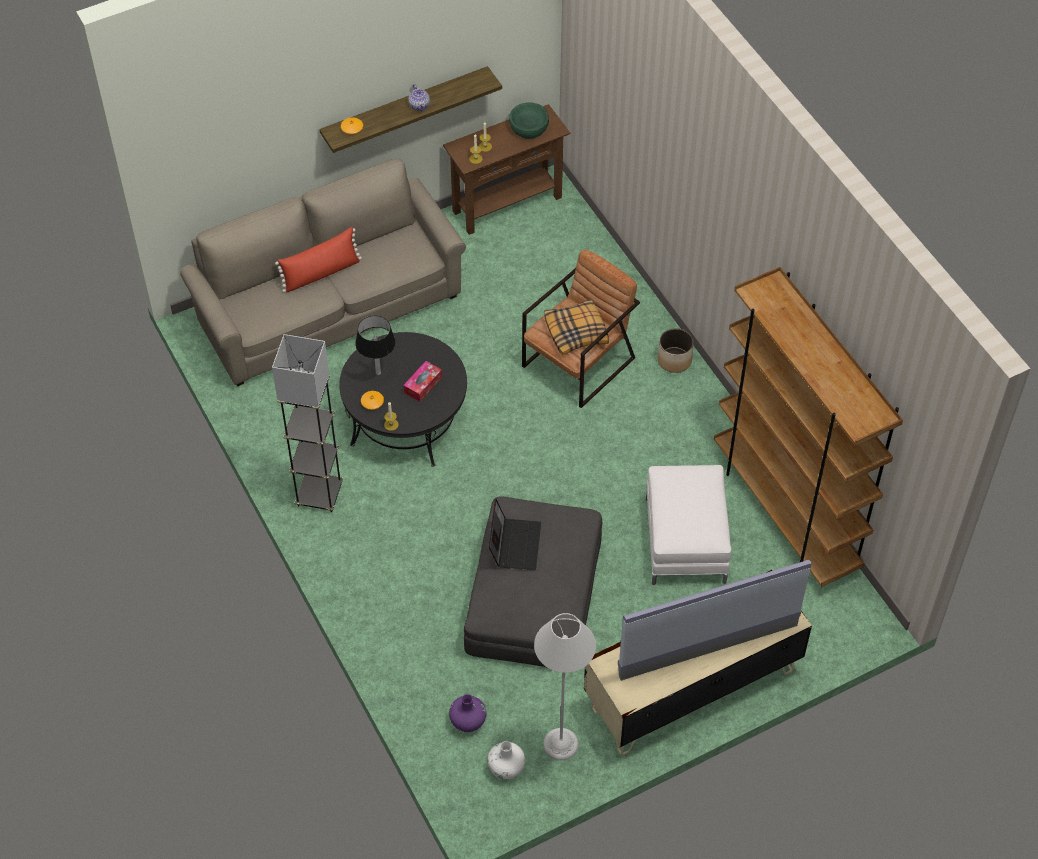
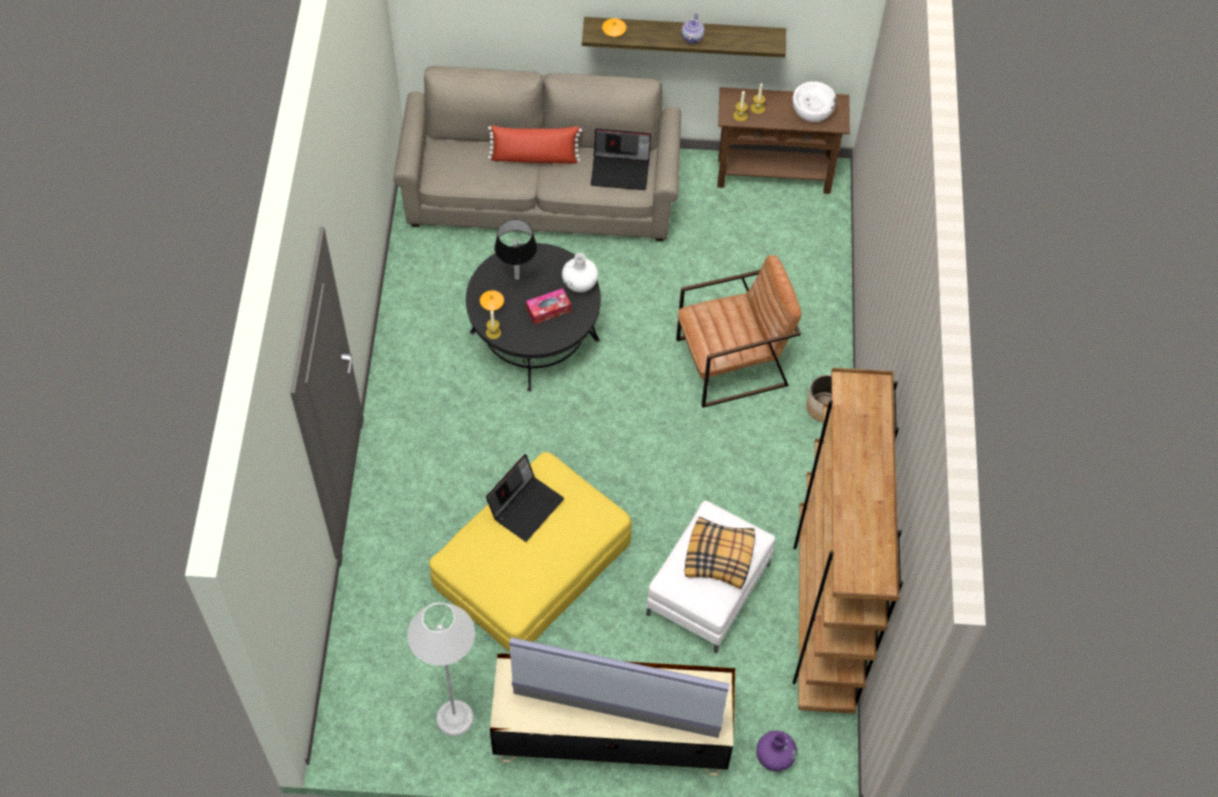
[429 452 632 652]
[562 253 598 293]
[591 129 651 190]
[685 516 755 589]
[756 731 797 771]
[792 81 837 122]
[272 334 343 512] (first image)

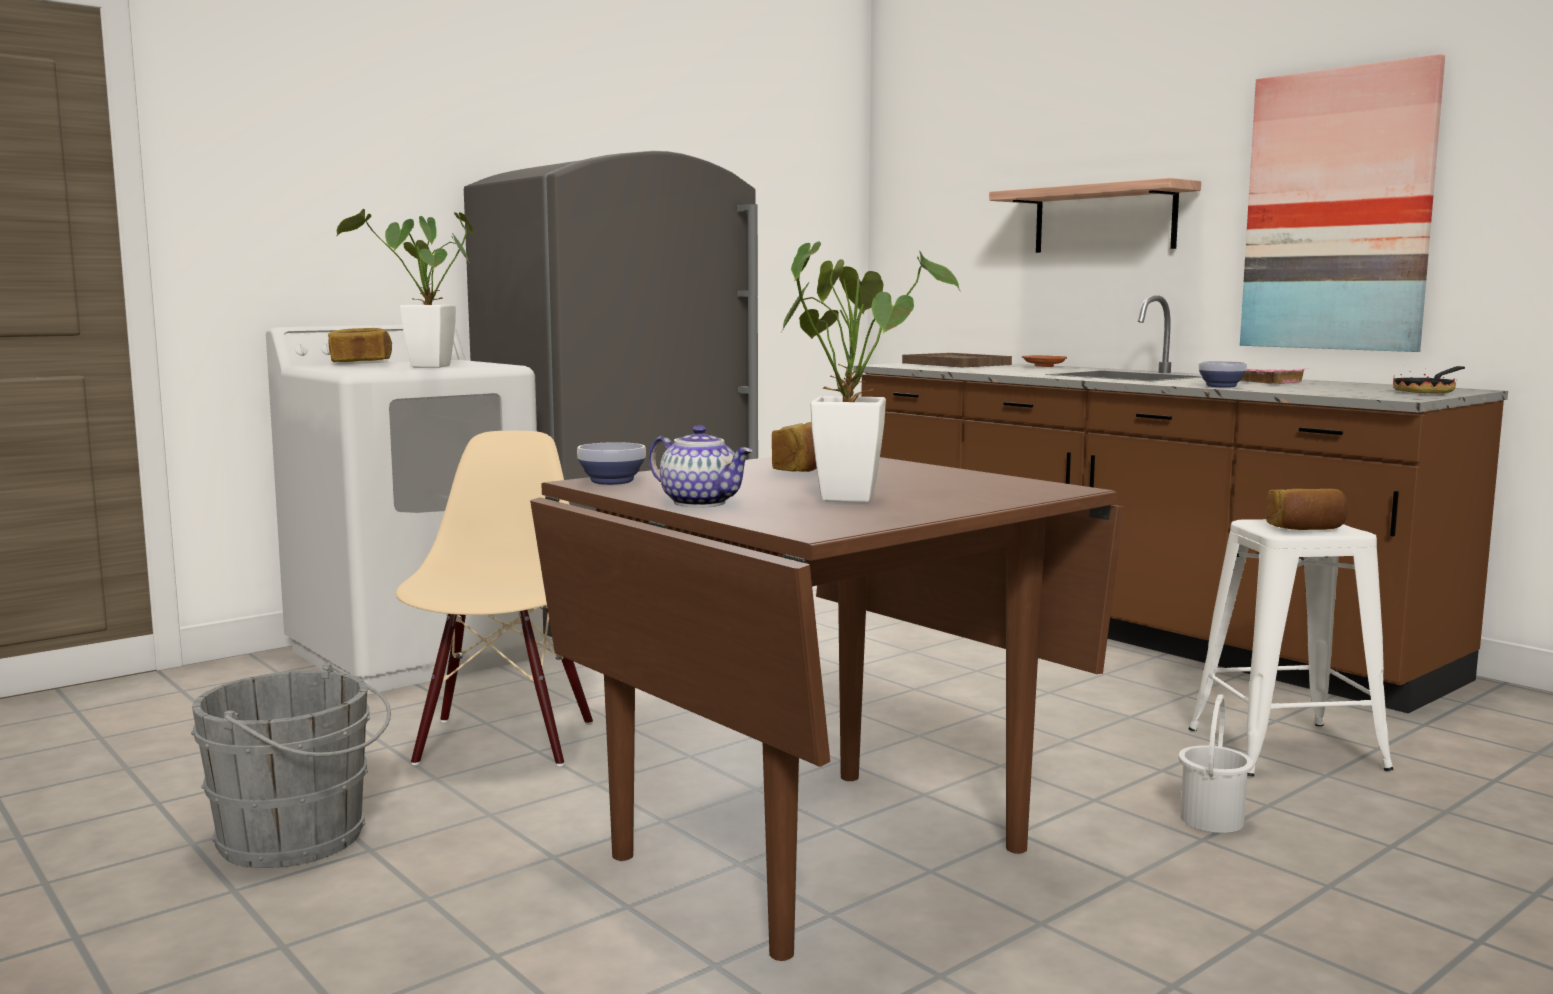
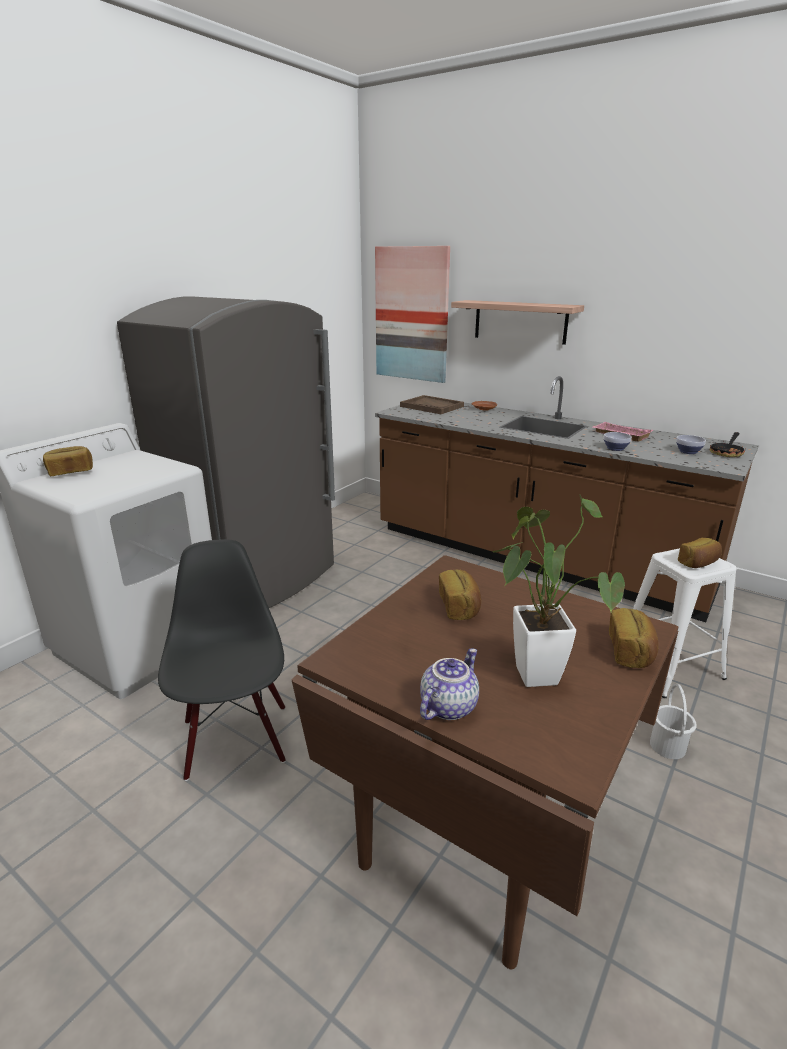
[158 539 286 781]
[375 246 450 383]
[420 648 479 720]
[609 608 658 668]
[676 435 706 454]
[191 663 391 868] (first image)
[336 209 473 368] (first image)

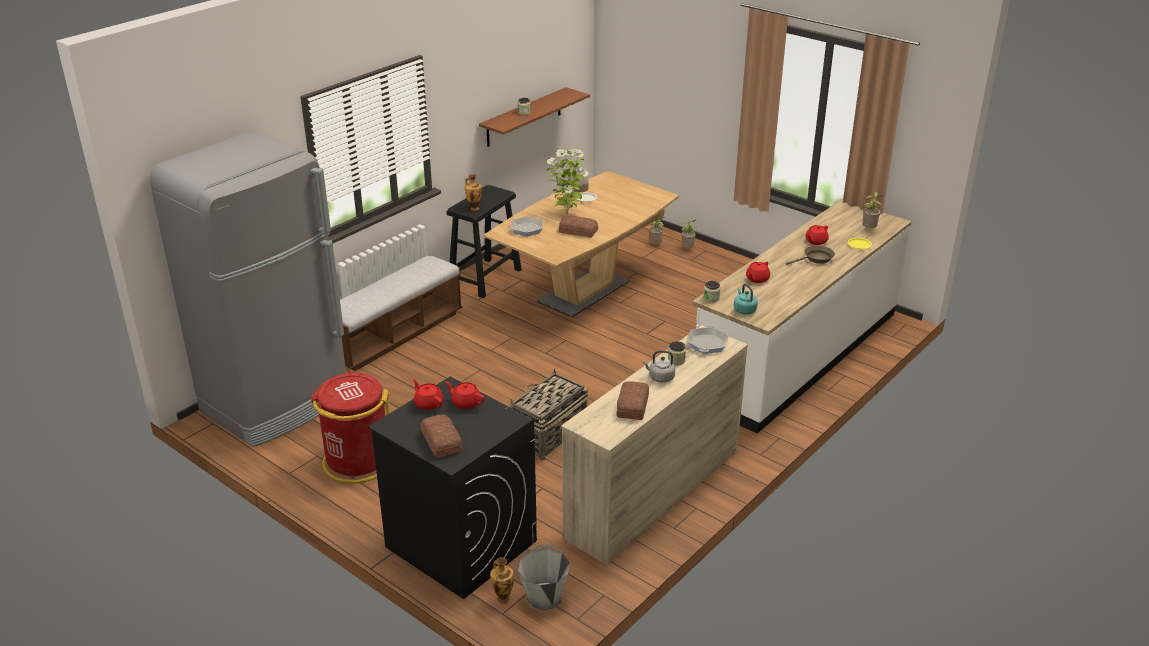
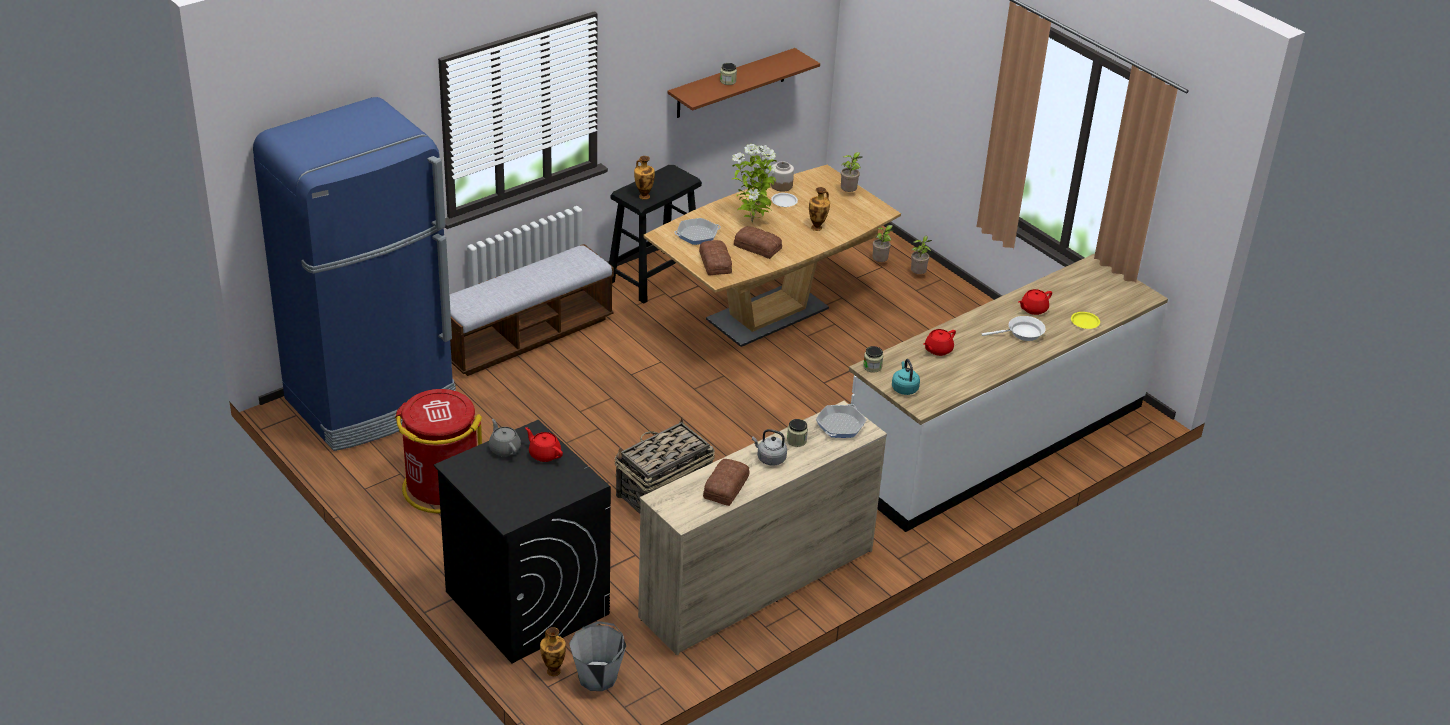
[253 97 456 451]
[489 419 521 456]
[699 240 732 275]
[809 187 830 231]
[841 152 862 192]
[982 316 1046 341]

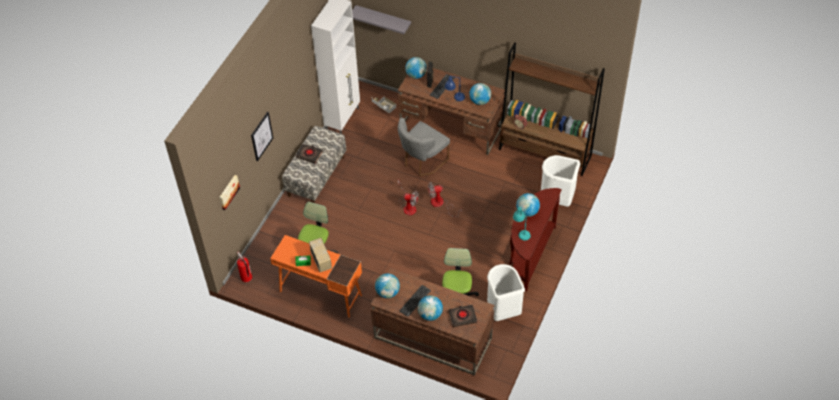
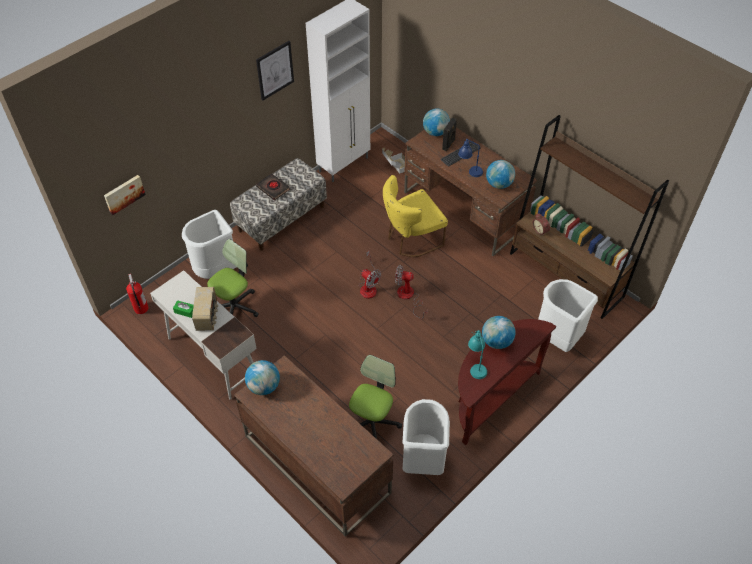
[150 270 257 400]
[182 210 236 279]
[256 41 294 101]
[383 175 448 257]
[352 5 411 34] (first image)
[399 285 431 317] (first image)
[418 295 443 321] (first image)
[448 305 477 327] (first image)

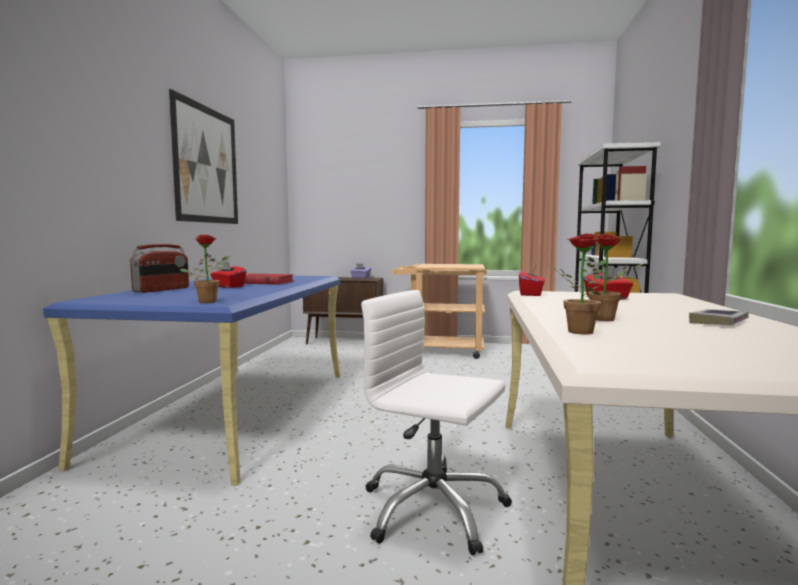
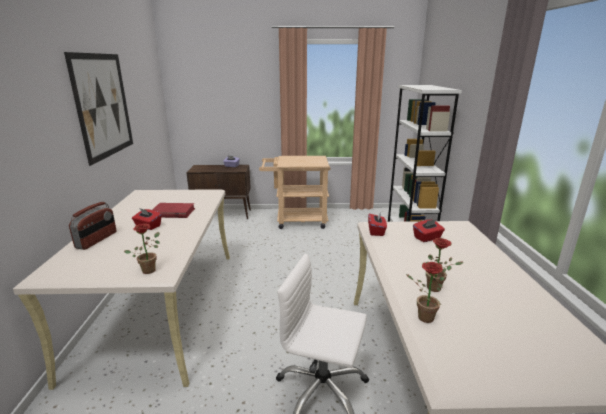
[13 189 230 390]
[689 309 749 325] (first image)

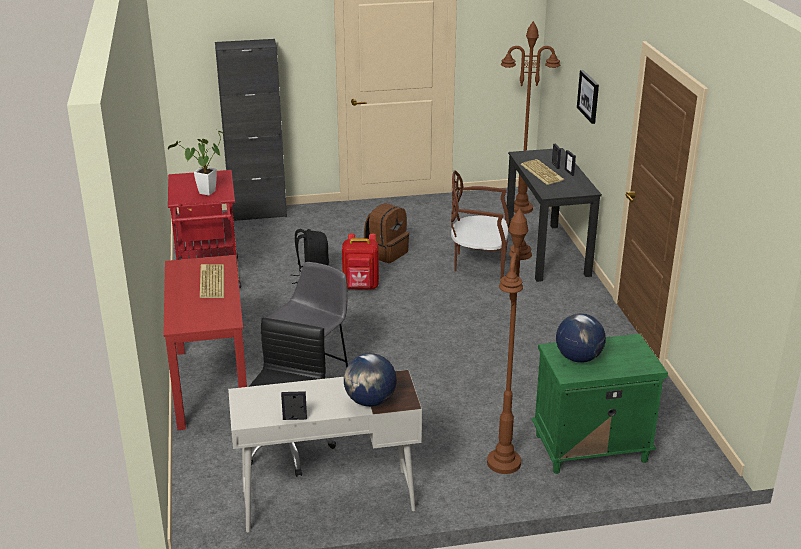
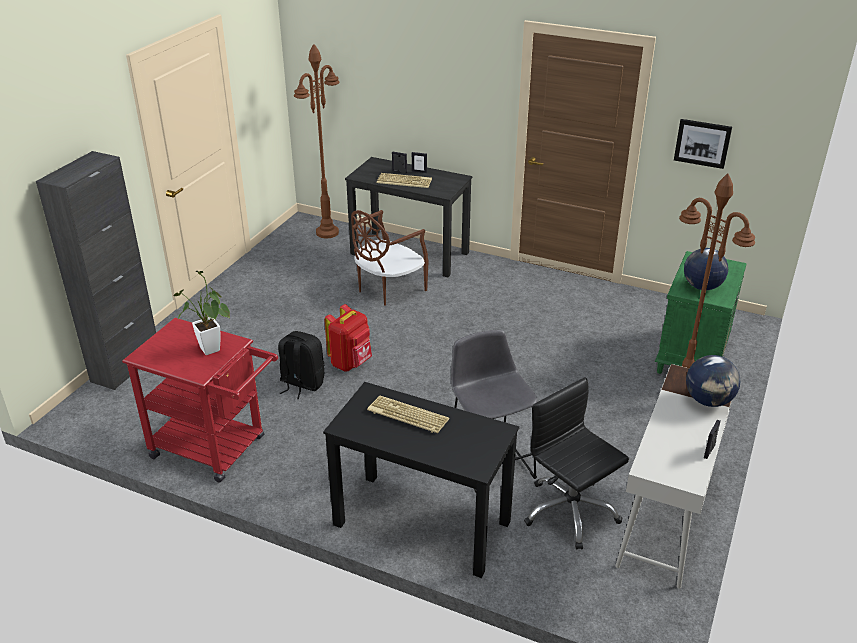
[323 382 519 578]
[674 119 732 169]
[364 203 409 263] (first image)

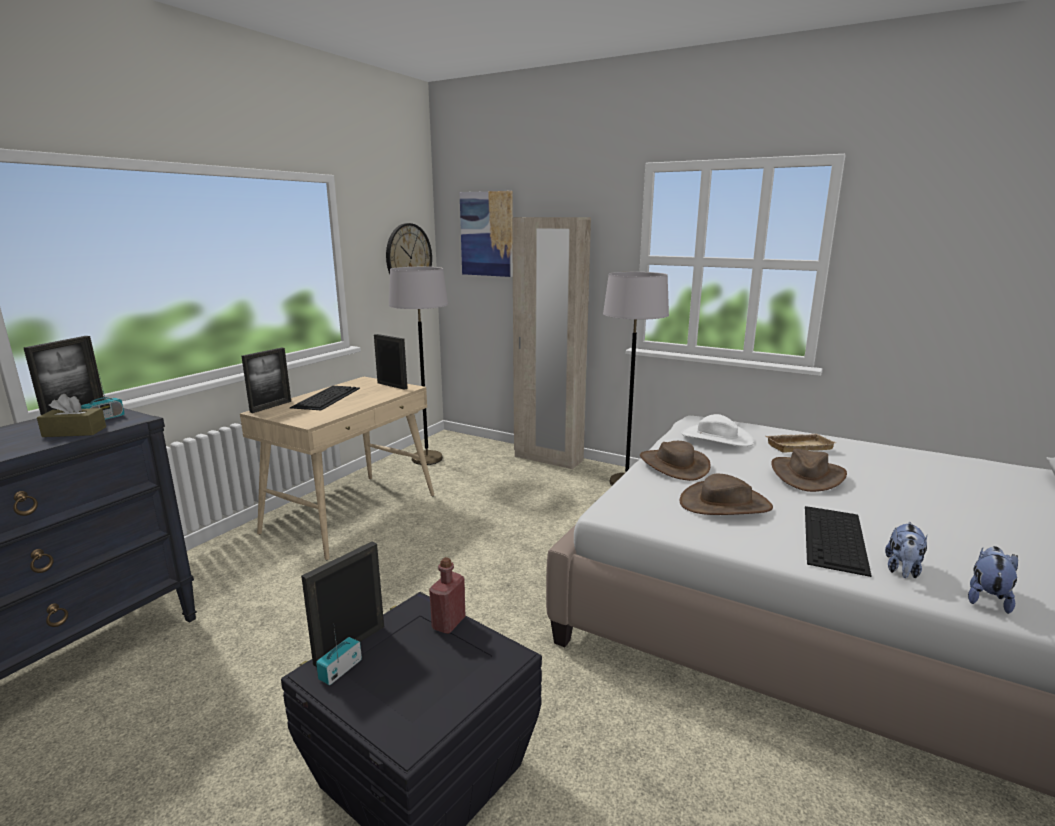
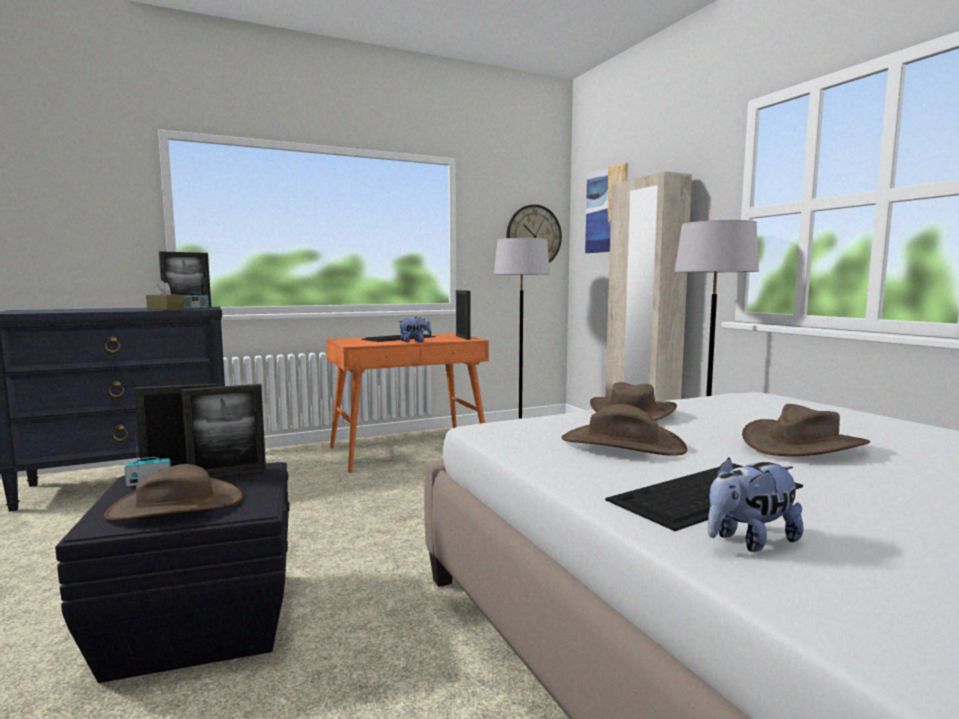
[104 464 243 521]
[181 384 266 478]
[326 334 489 473]
[398 317 432 342]
[429 557 466 634] (first image)
[681 414 754 447] (first image)
[766 434 836 453] (first image)

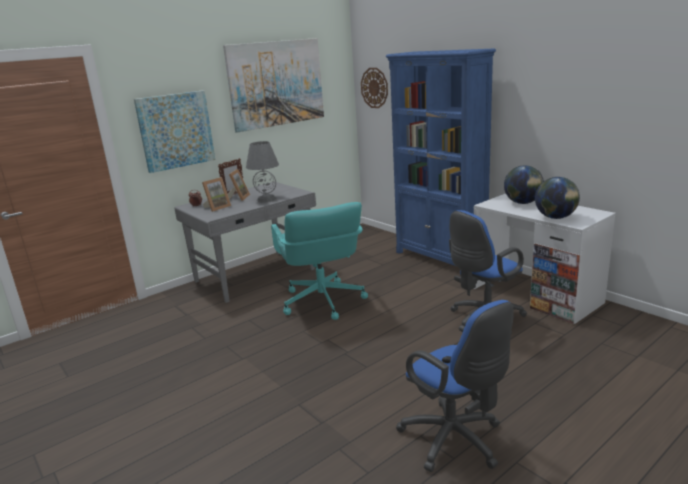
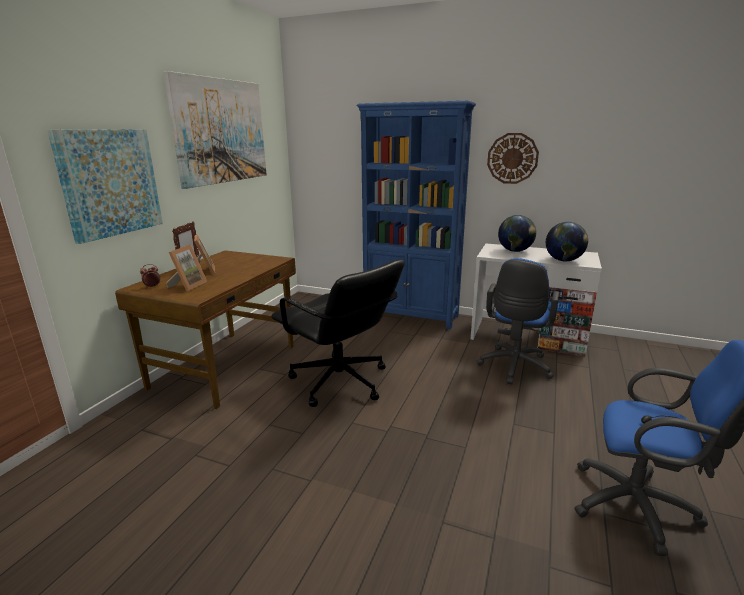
[115 250 296 409]
[271 260 404 407]
[487 133 539 184]
[246 141 279 202] (first image)

